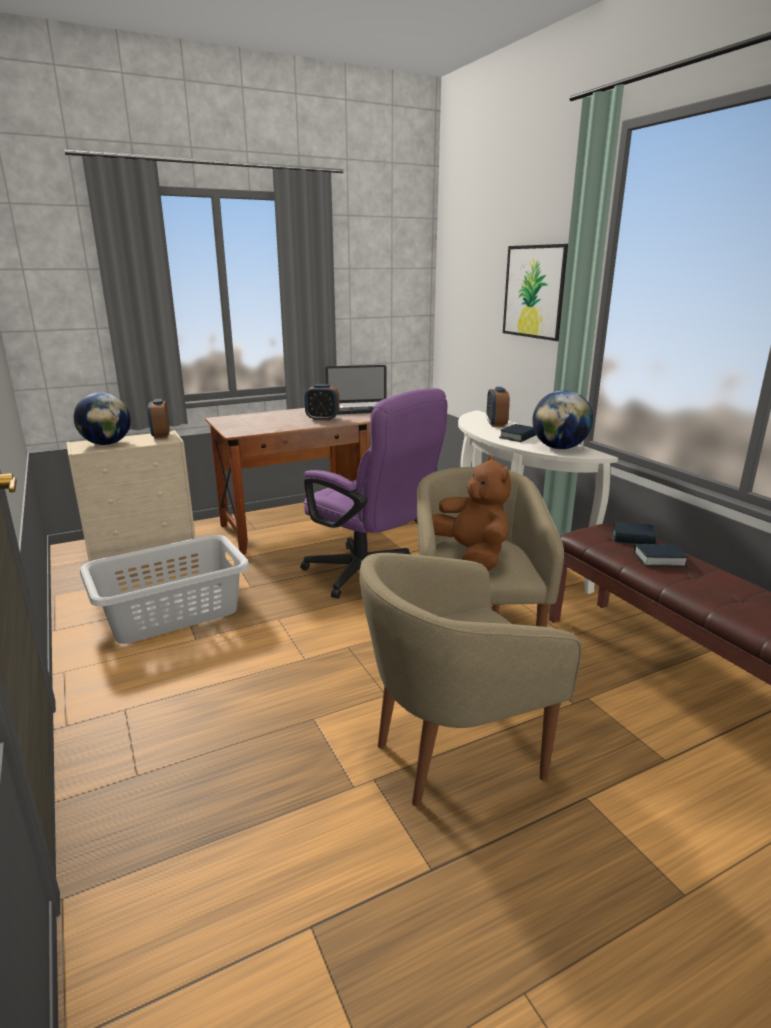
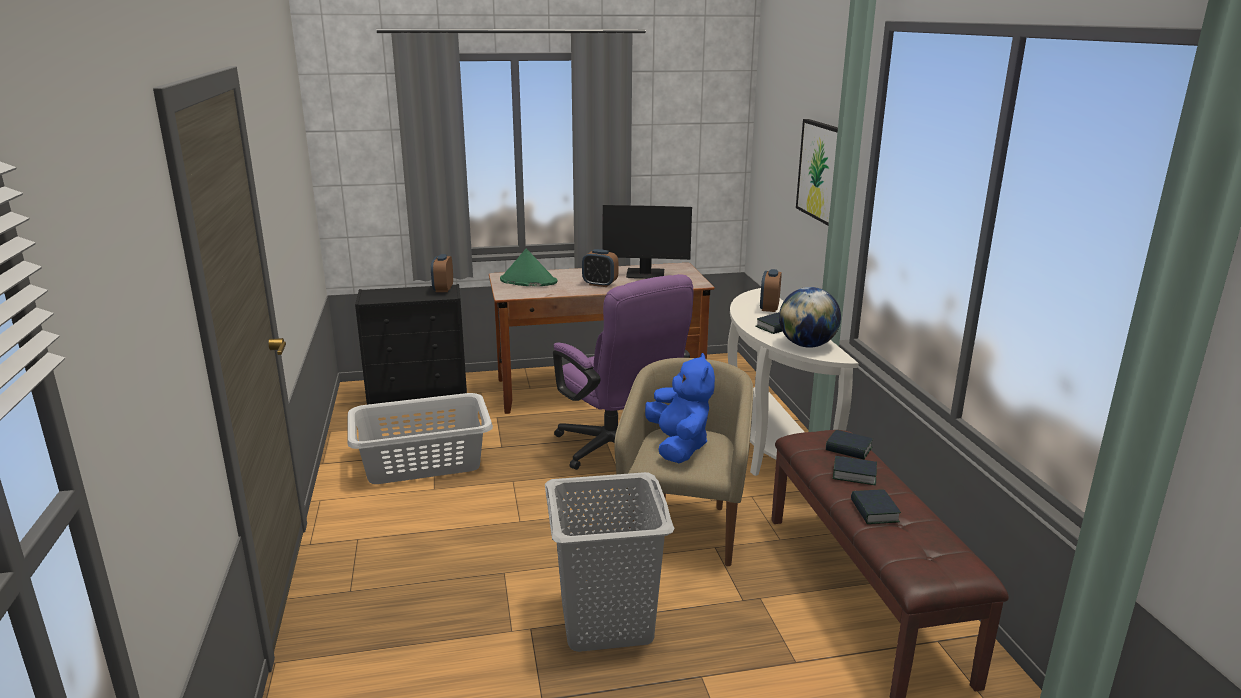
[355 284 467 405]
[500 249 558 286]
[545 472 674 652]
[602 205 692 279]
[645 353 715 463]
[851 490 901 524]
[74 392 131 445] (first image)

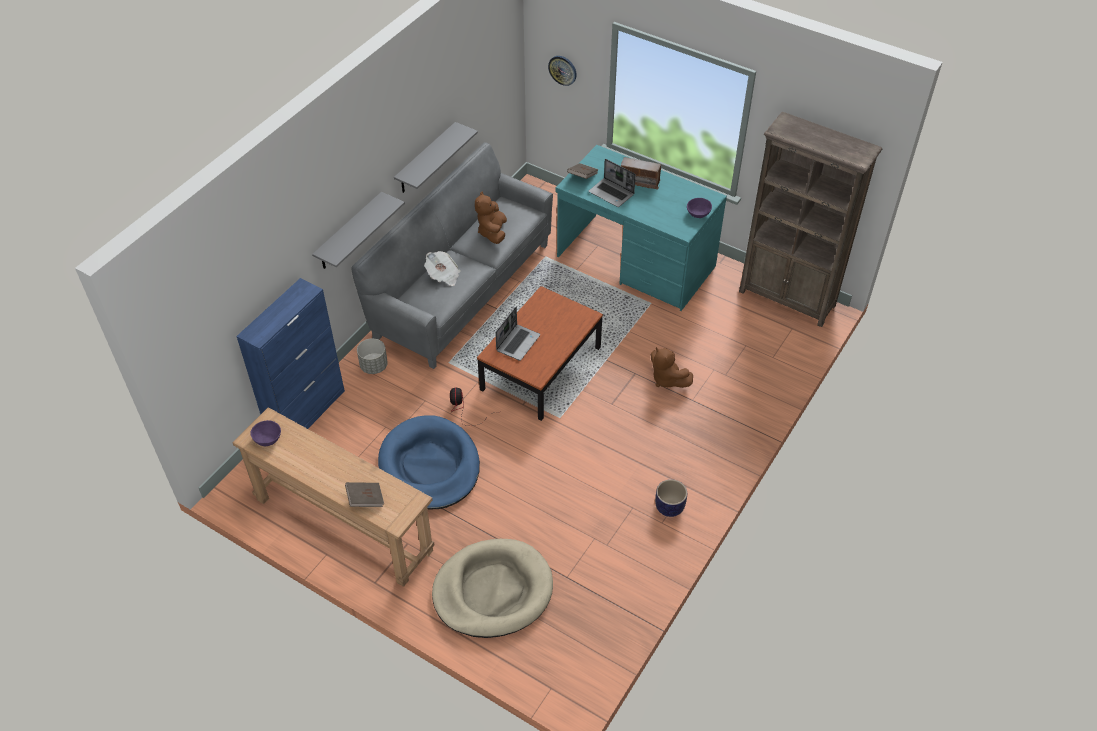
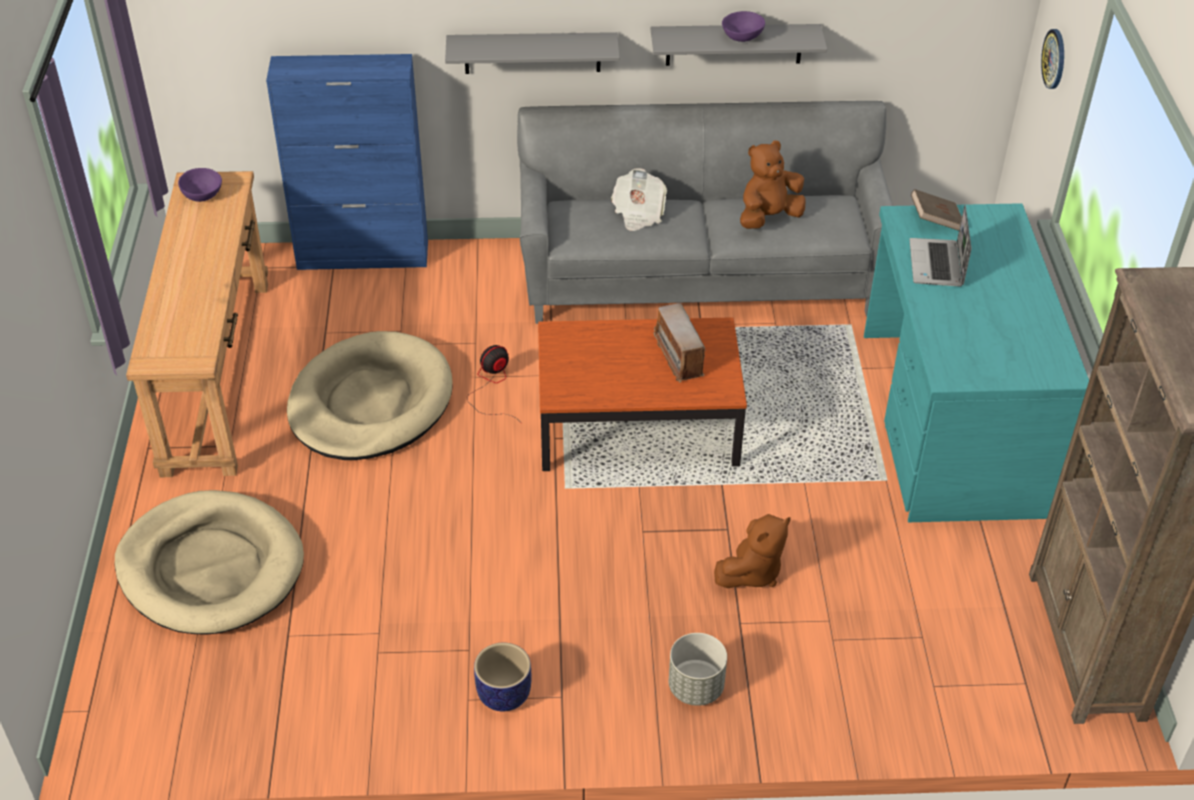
[287 331 453 460]
[653 303 706 383]
[669 633 727 706]
[714 514 791 588]
[722 11 765 42]
[345 482 384 507] (first image)
[495 307 540 361] (first image)

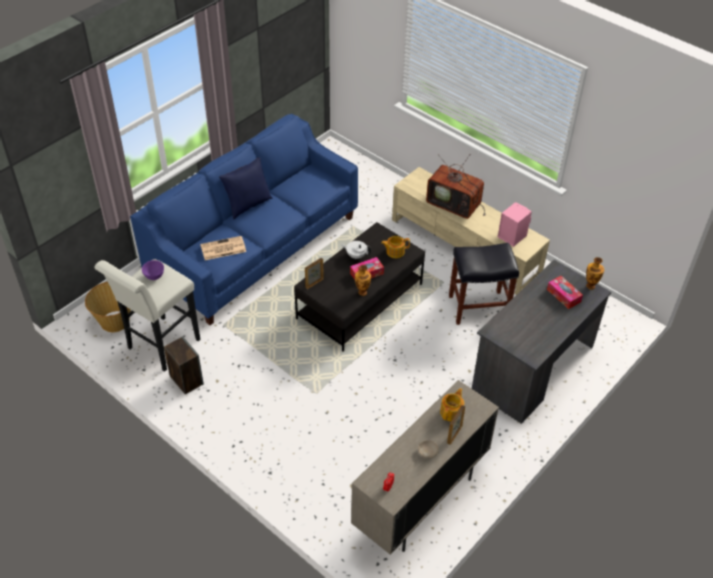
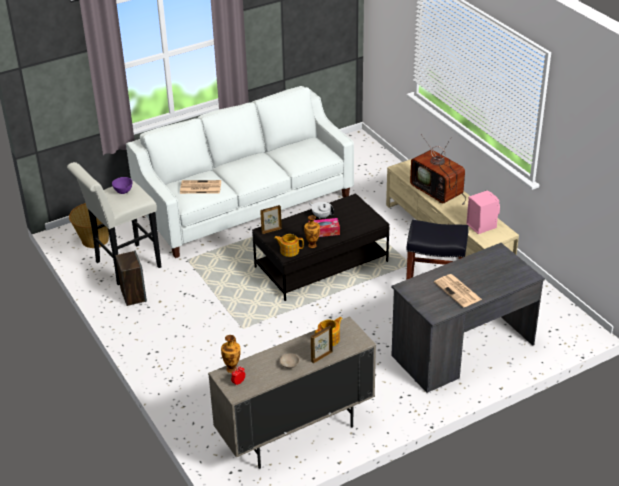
[126 86 354 258]
[221 335 241 373]
[274 234 304 257]
[434 274 482 308]
[219 157 273 219] (first image)
[547 276 583 309] (first image)

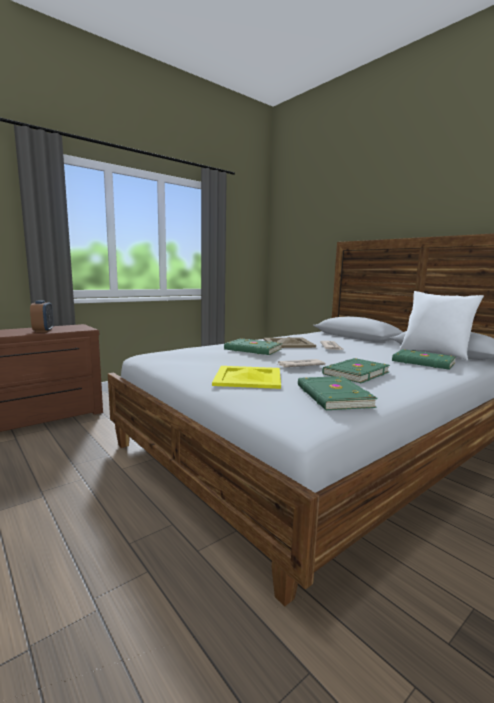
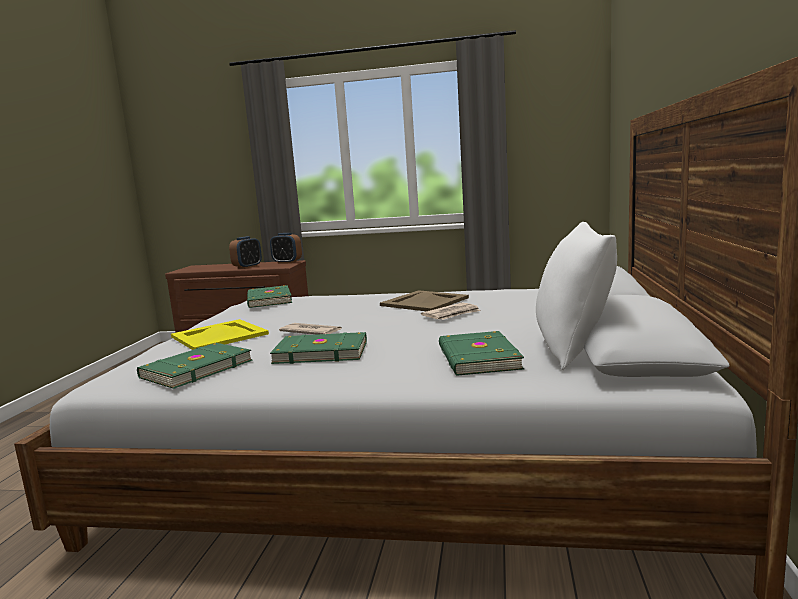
[247 285 292 308]
[270 233 302 264]

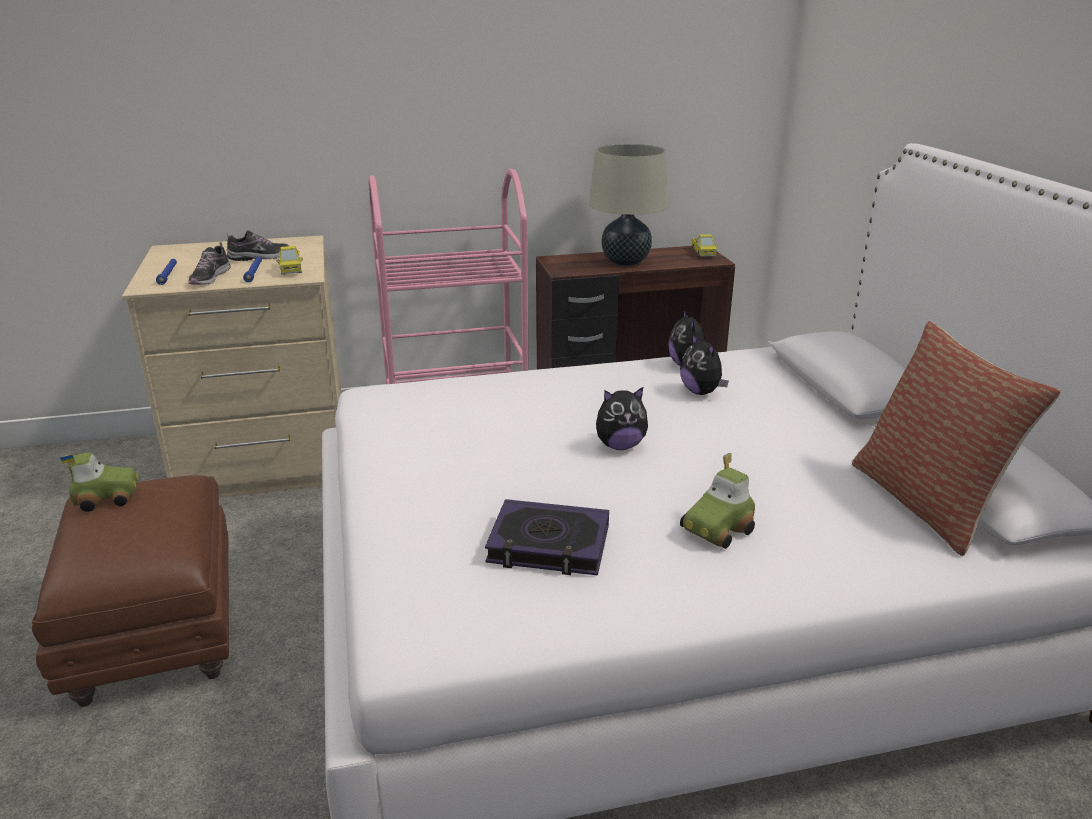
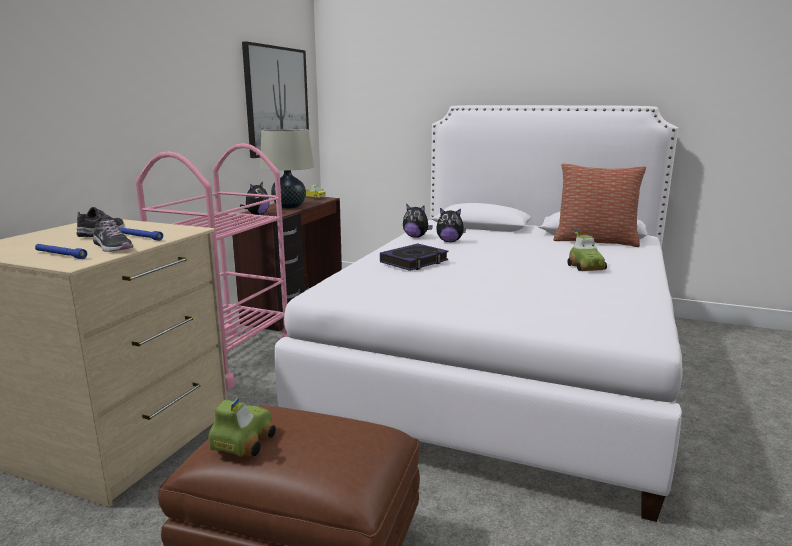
[240 182 269 215]
[242 41 309 158]
[380 243 449 271]
[276 246 303 275] (first image)

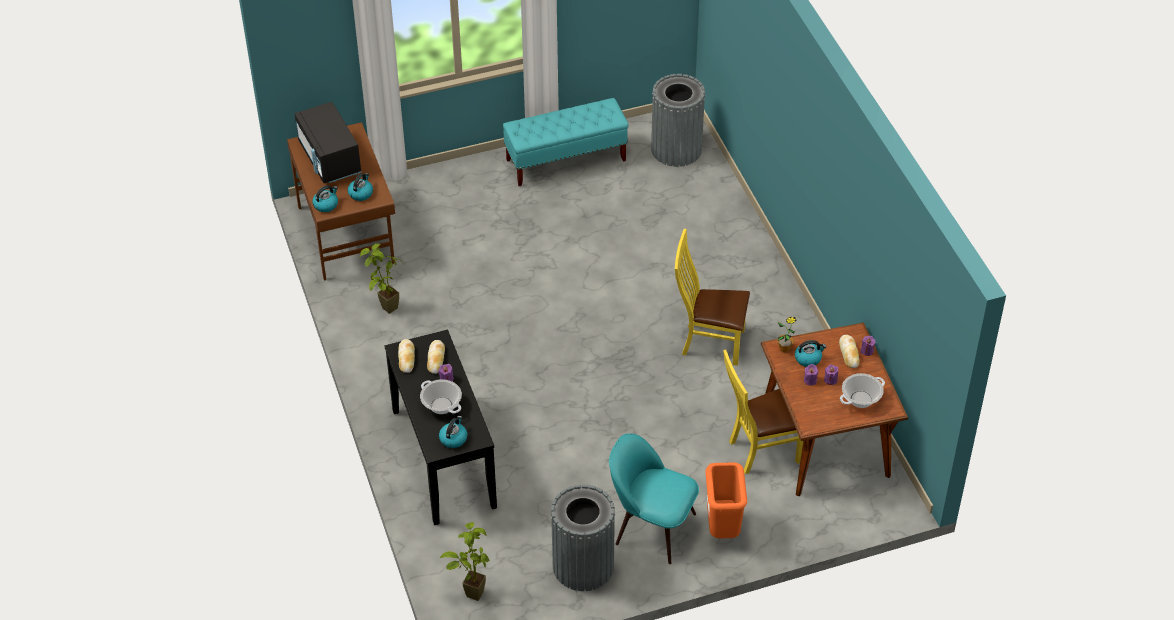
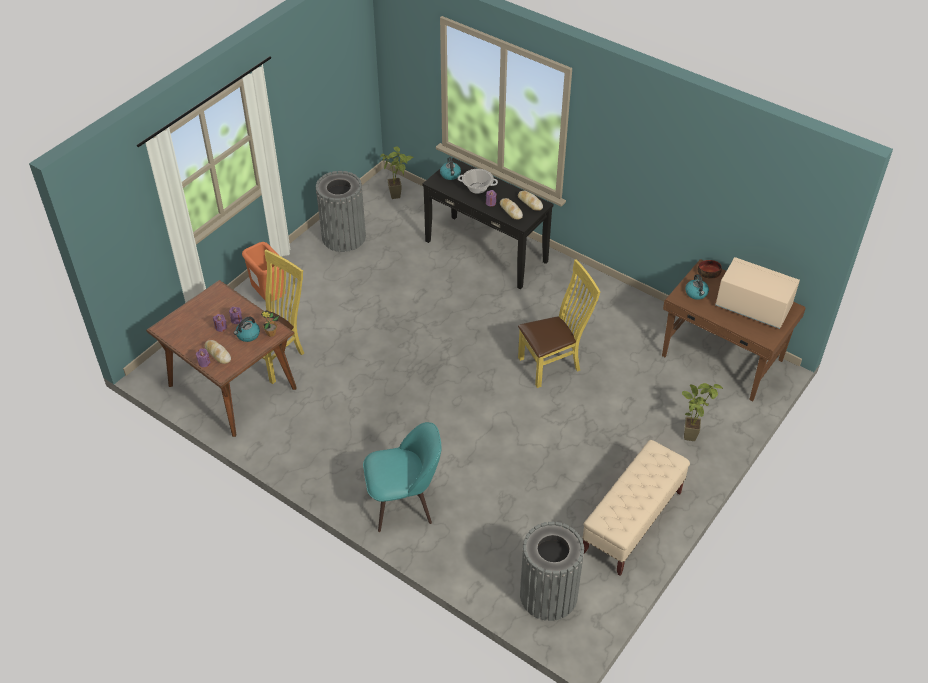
[363 422 442 532]
[518 259 600 388]
[582 440 690 576]
[682 383 723 441]
[698 260 722 279]
[715 257 800 329]
[840 373 885 408] (first image)

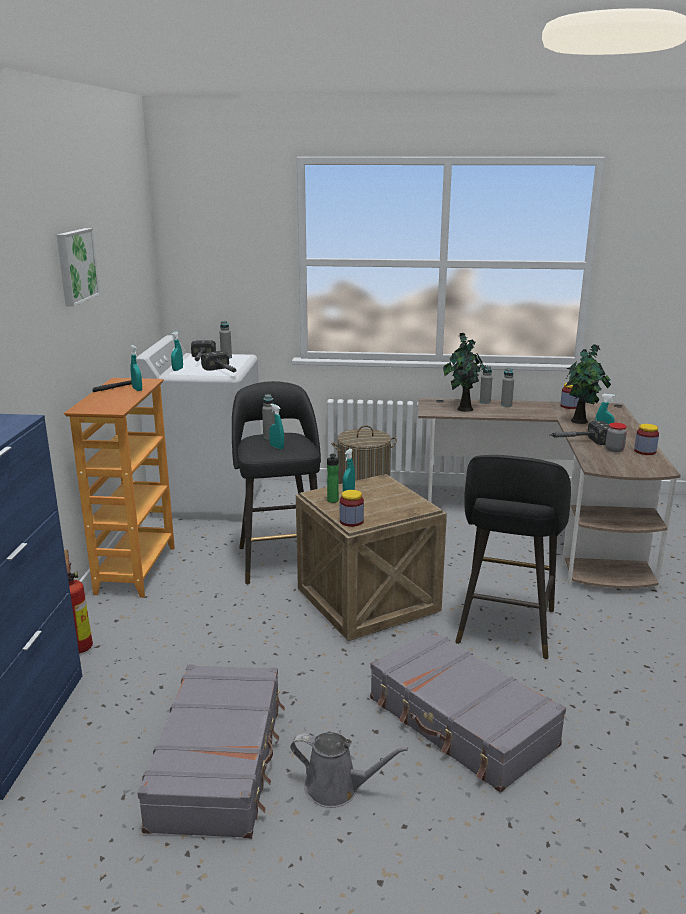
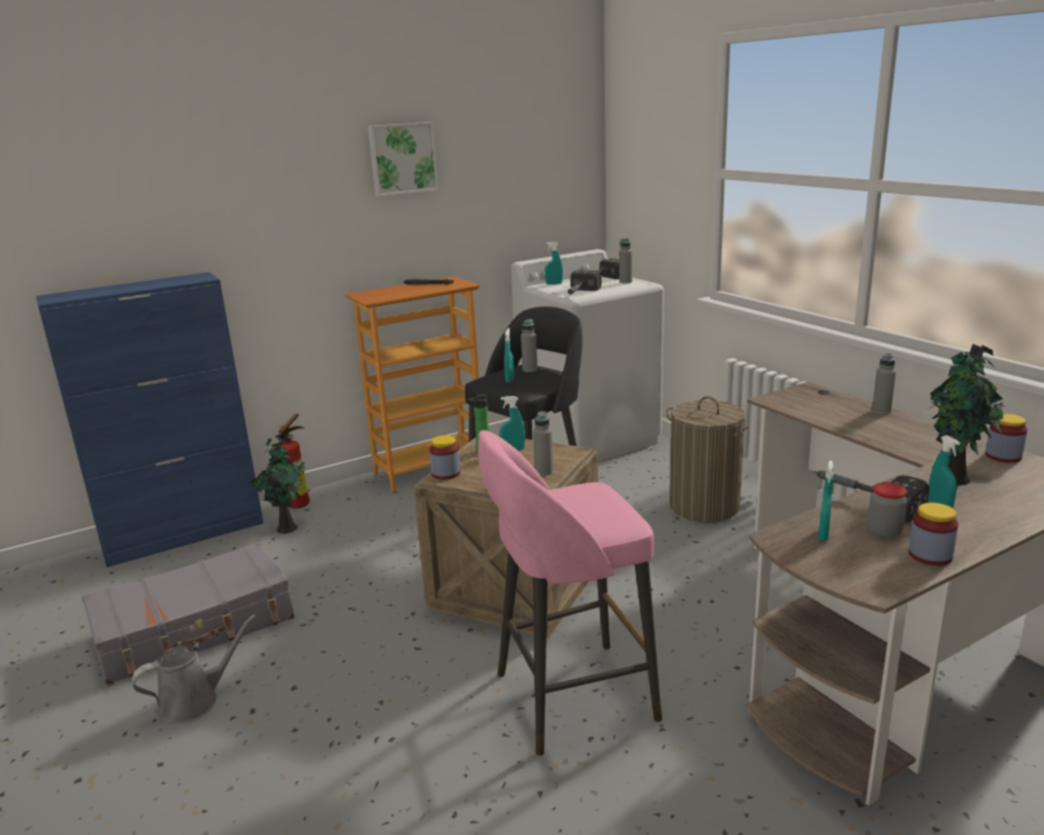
[132 615 256 723]
[249 435 305 534]
[478 430 662 756]
[533 411 553 475]
[818 461 833 541]
[370 629 566 793] (first image)

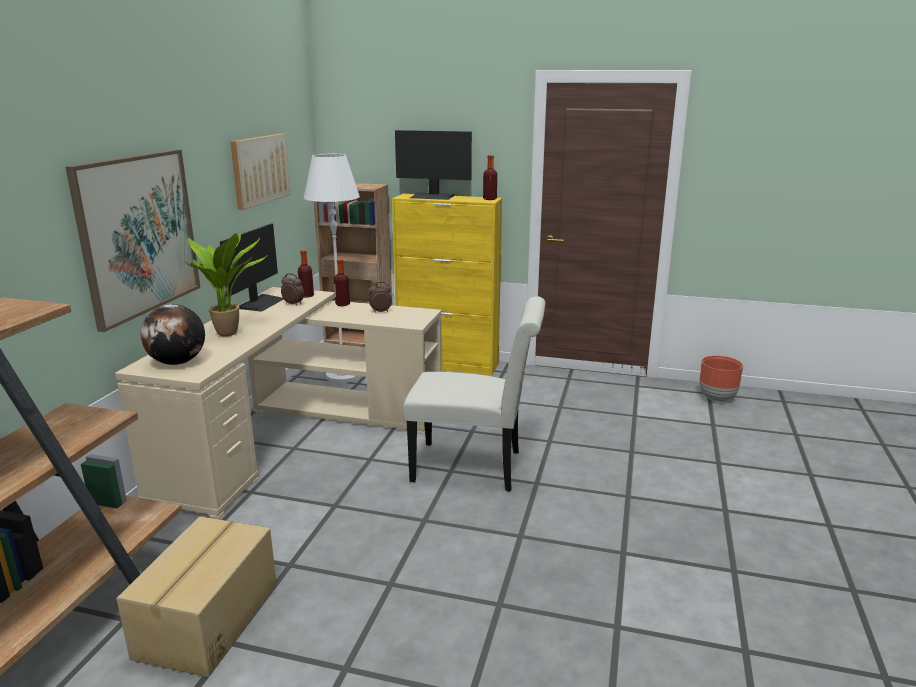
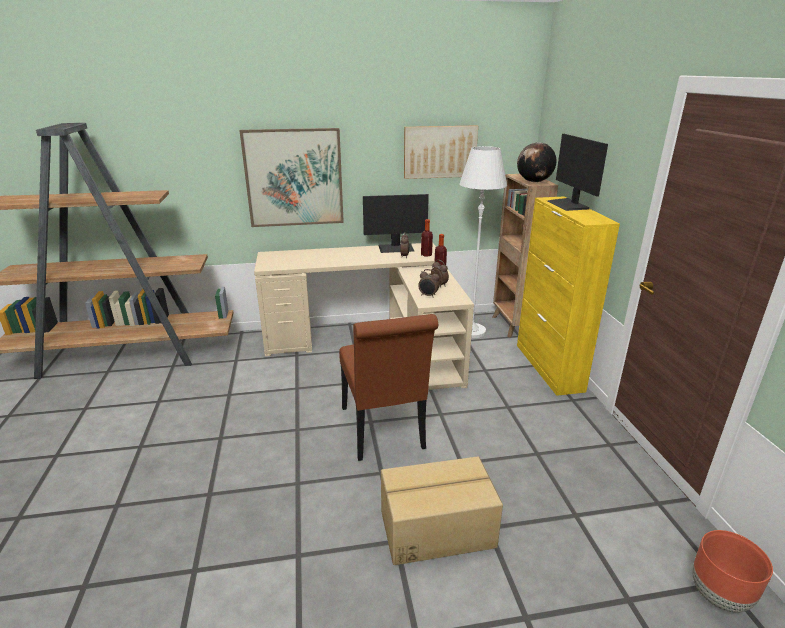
[339 314 438 461]
[381 456 503 565]
[418 269 439 298]
[517 142 557 182]
[185 233 266 336] (first image)
[483 155 497 200] (first image)

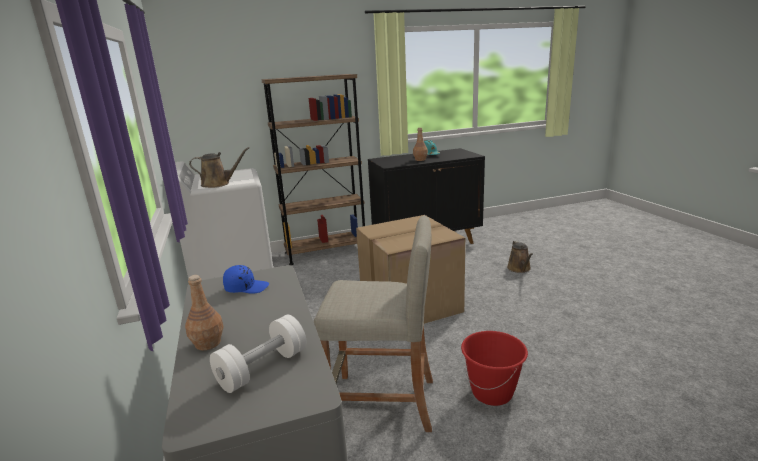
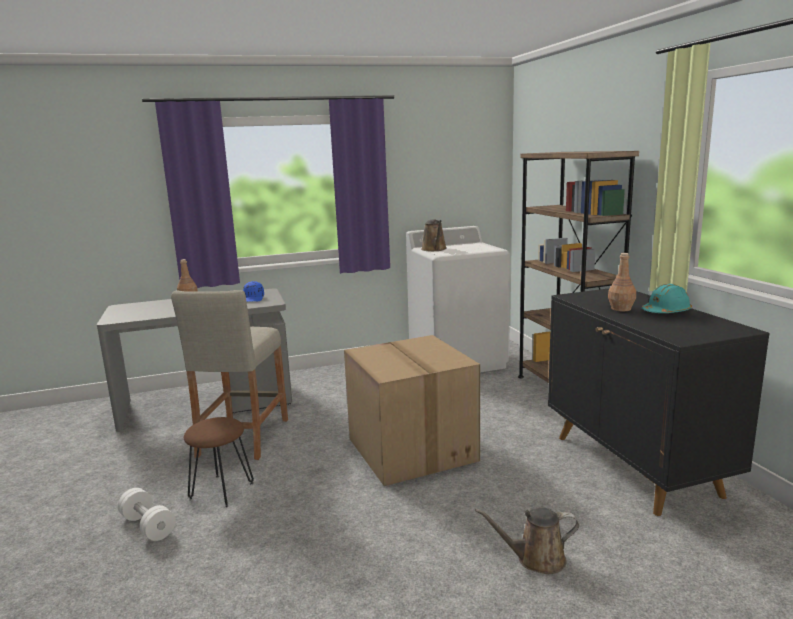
[118 488 176 541]
[184 417 254 508]

